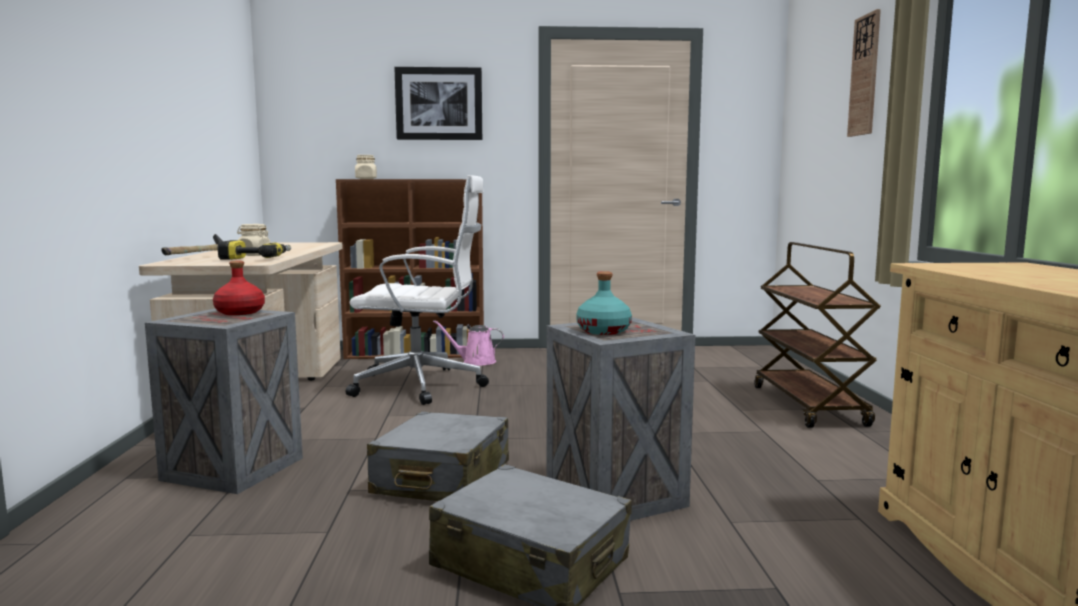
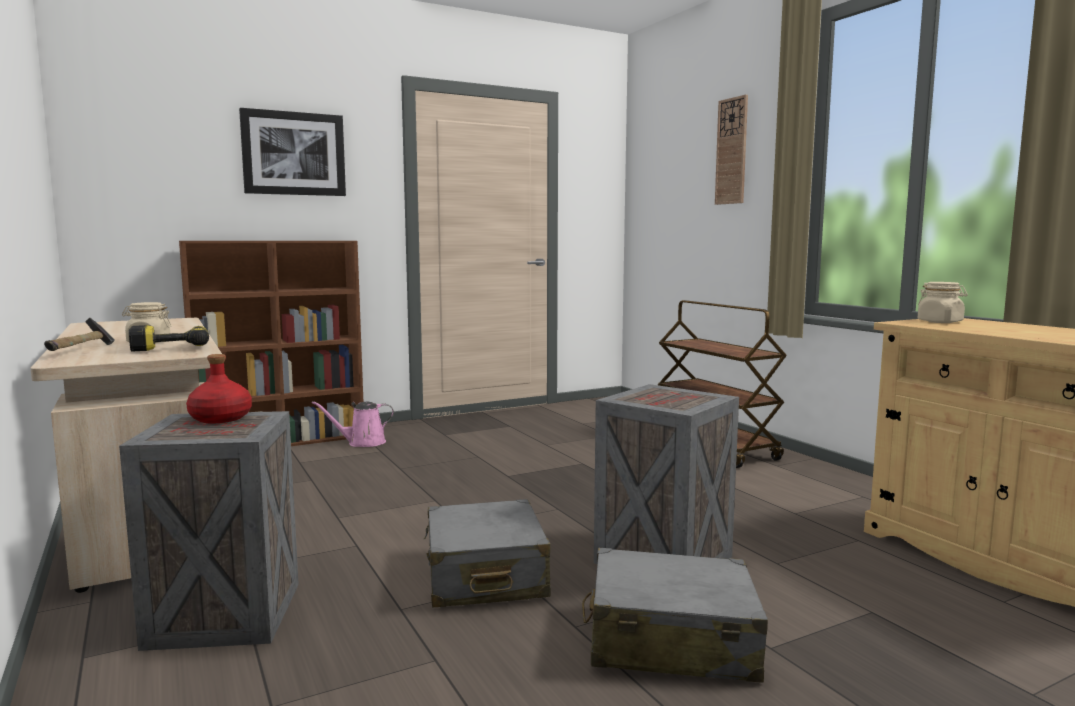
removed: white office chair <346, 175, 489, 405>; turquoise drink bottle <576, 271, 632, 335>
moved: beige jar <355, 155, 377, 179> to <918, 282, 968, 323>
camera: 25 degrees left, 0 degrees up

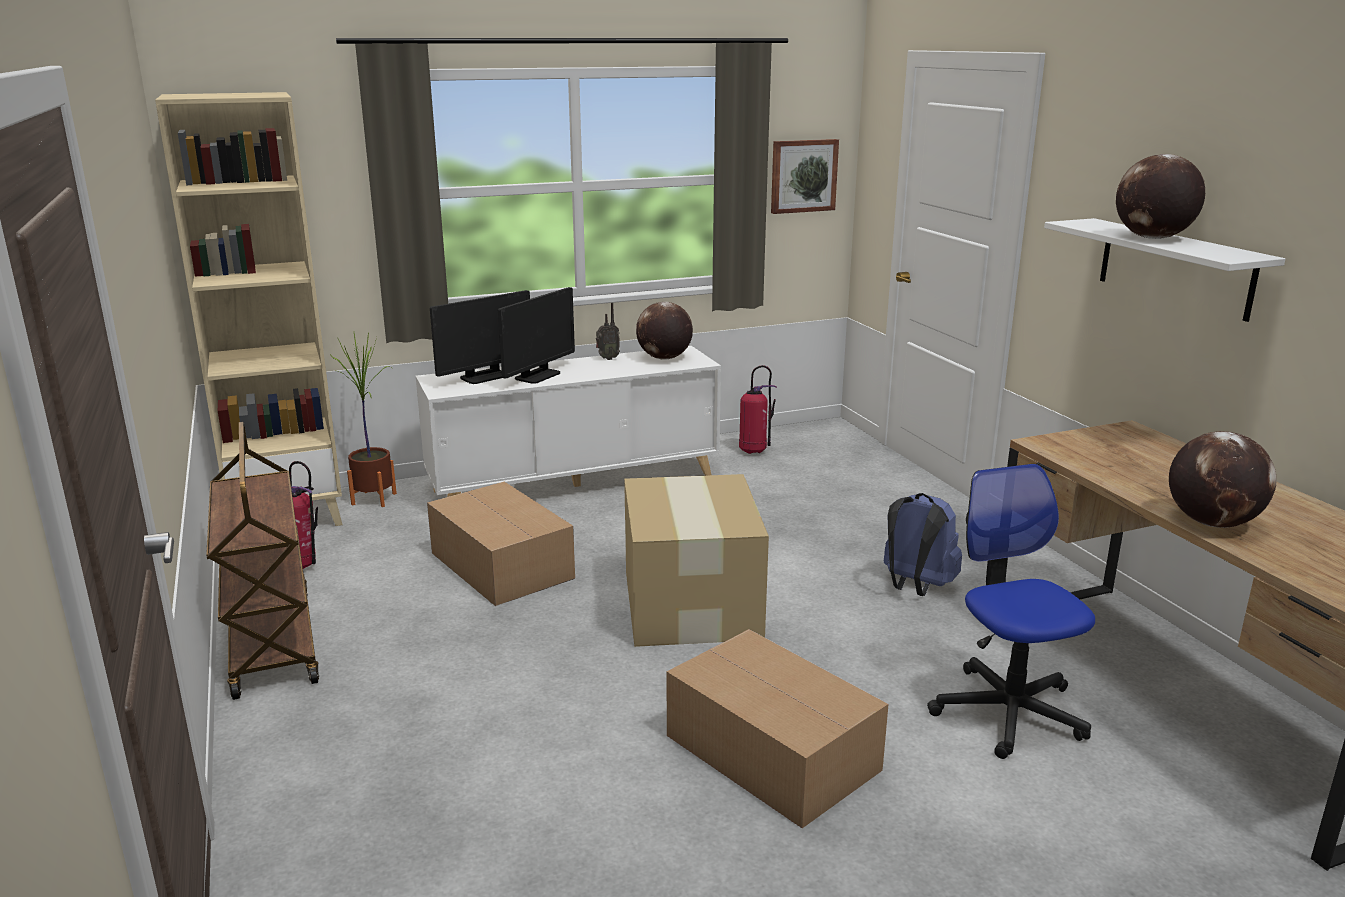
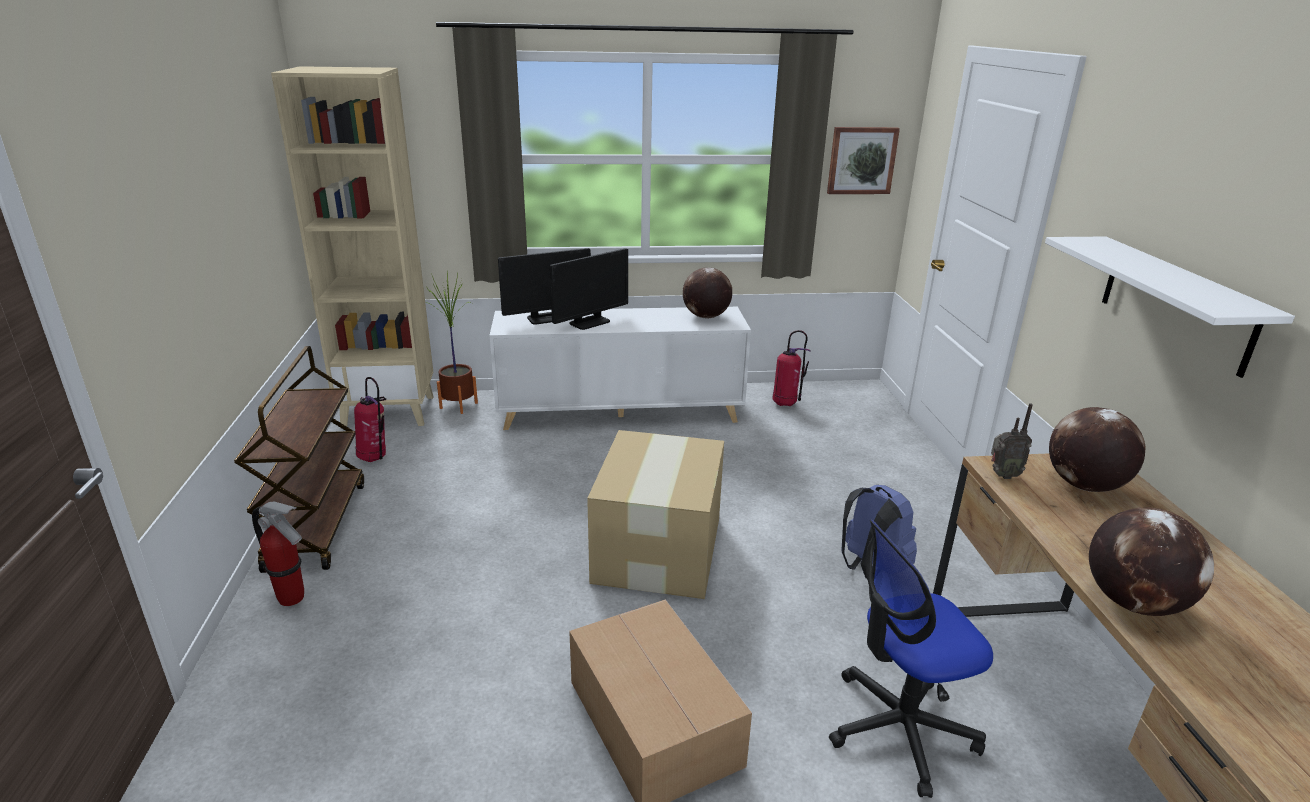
removed: packing box <427, 482, 575, 606>
added: fire extinguisher <252, 502, 304, 606>
moved: world globe <1116, 154, 1205, 239> to <1049, 407, 1146, 492>; radio set <596, 303, 620, 360> to <991, 403, 1033, 479>
turned: office chair <927, 464, 1095, 759> = <829, 519, 993, 798> 105 degrees counterclockwise
camera: 15 degrees right, 5 degrees up

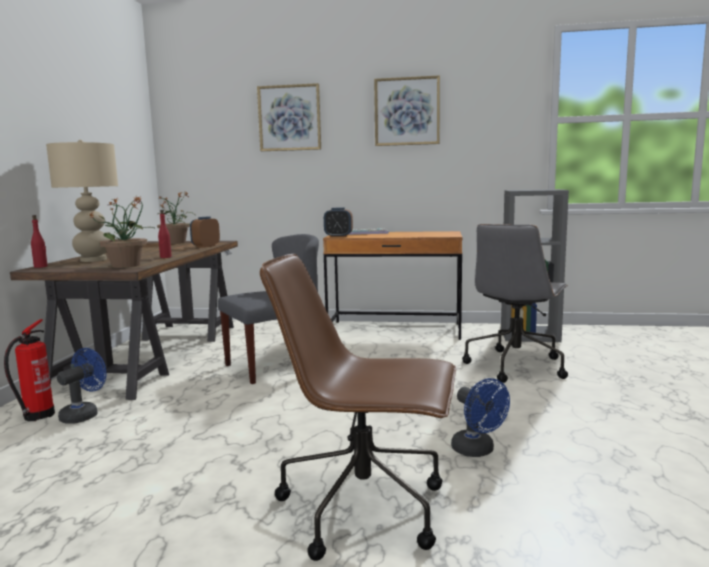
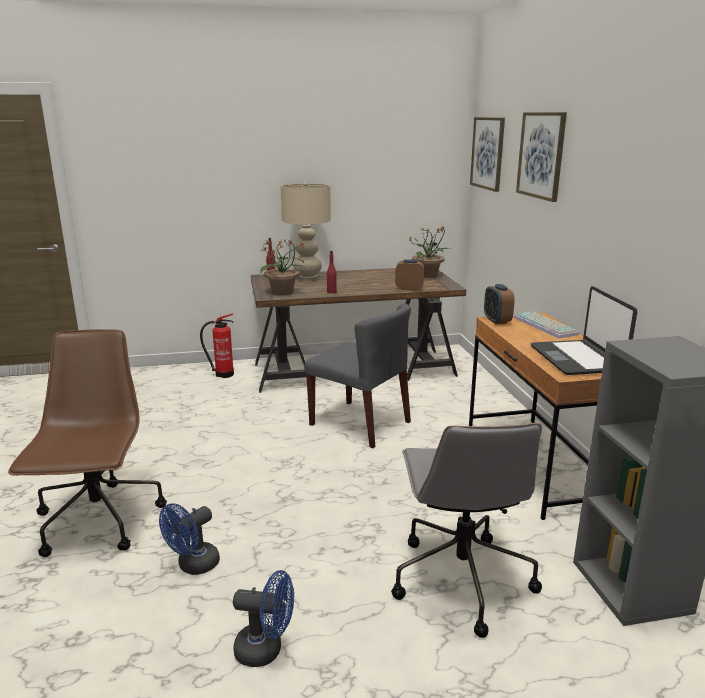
added: laptop <531, 286, 637, 375>
moved: wall art <374, 75, 440, 146> to <470, 117, 505, 192>; blue fan <57, 348, 106, 424> to <233, 570, 294, 667>
turned: grey office chair <462, 224, 568, 383> = <391, 423, 542, 638> 105 degrees counterclockwise
camera: 70 degrees right, 10 degrees up

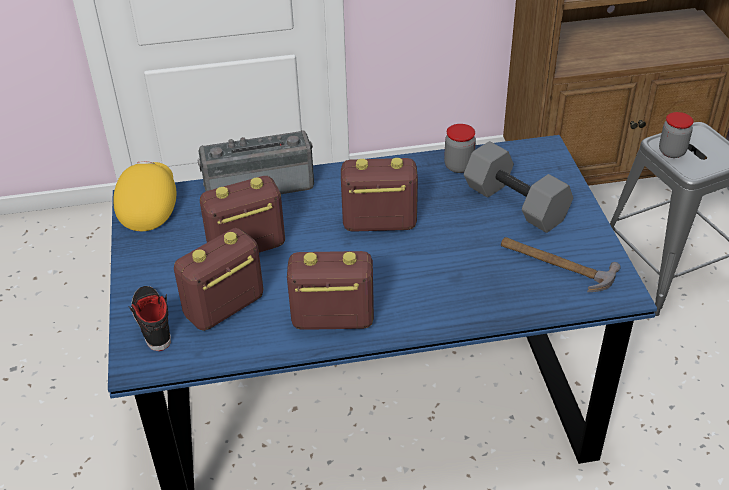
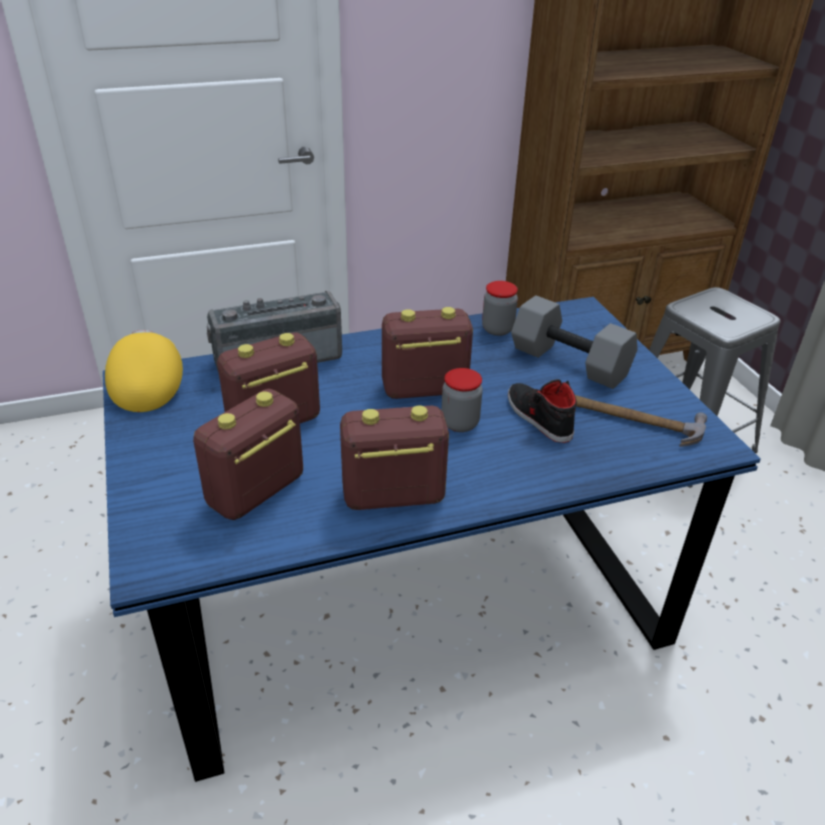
moved: jar <659, 112, 694, 158> to <441, 368, 483, 432>; black-coloured item of footwear <128, 286, 171, 351> to <508, 379, 577, 443>
camera: 10 degrees left, 5 degrees down

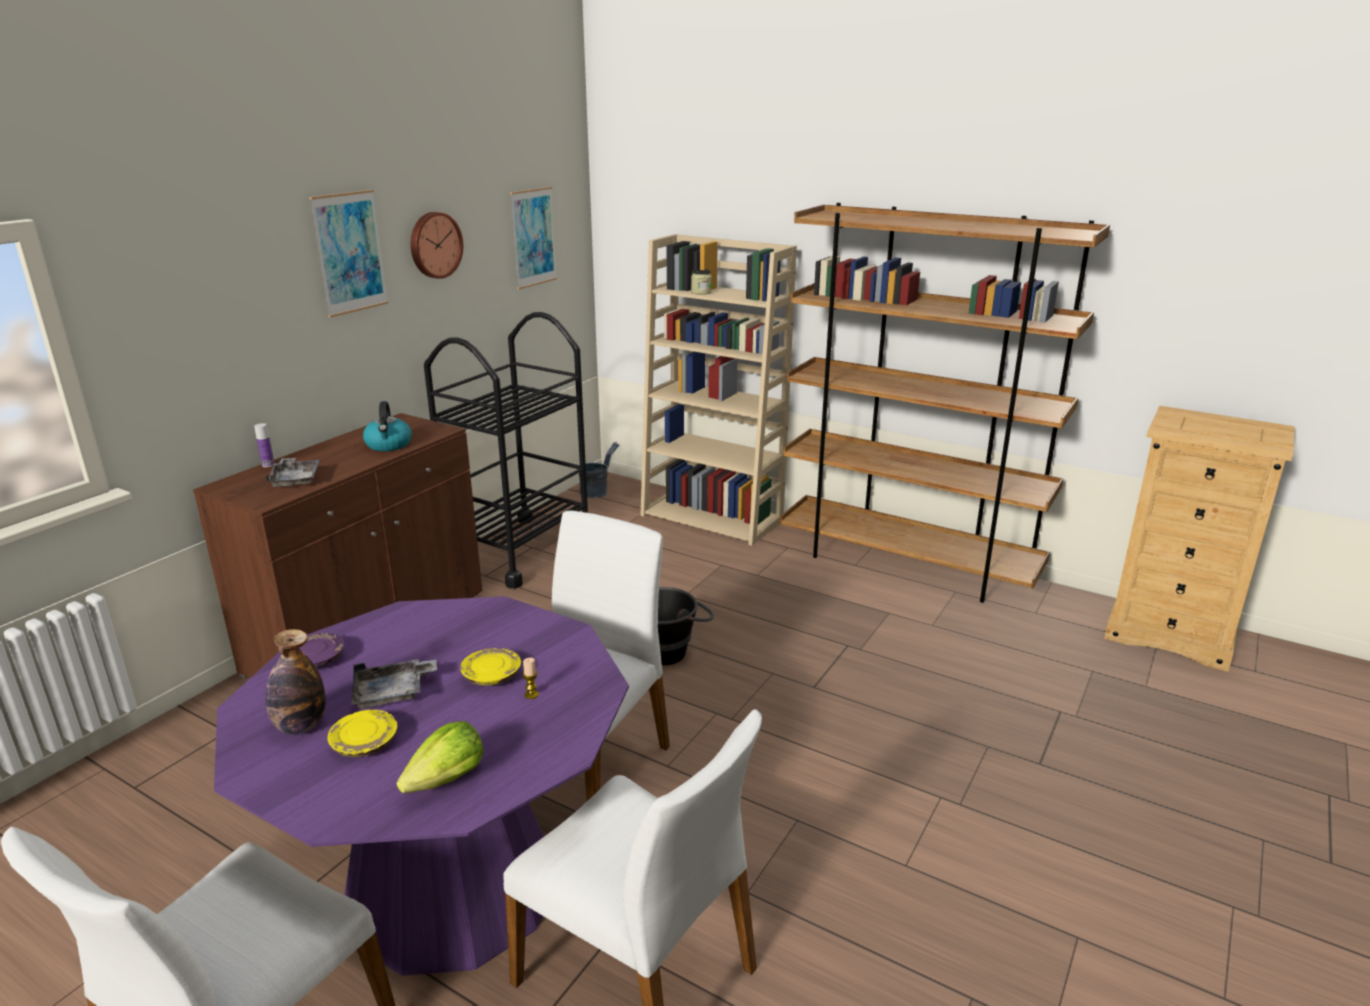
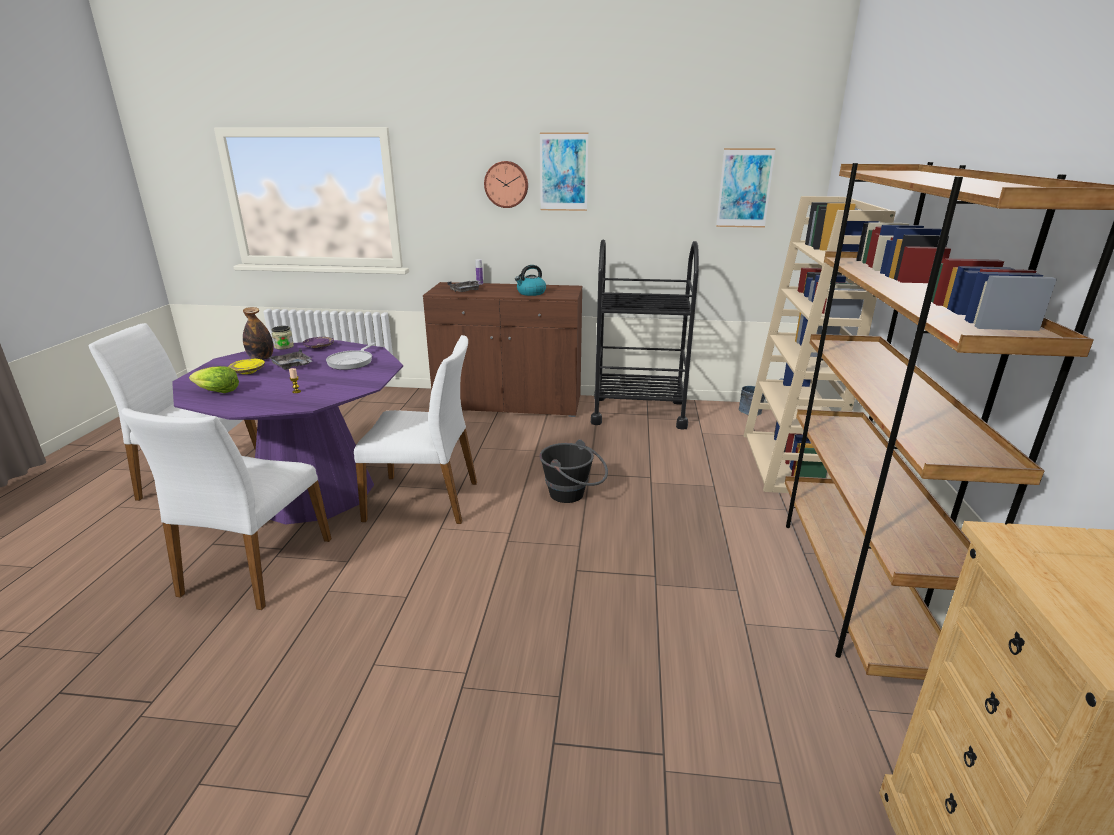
removed: yellow-coloured plate <460, 648, 521, 685>
added: skillet <326, 343, 376, 370>
moved: clock on the wall <411, 212, 463, 279> to <484, 161, 528, 208>; jar <691, 269, 712, 295> to <272, 326, 294, 350>
camera: 65 degrees right, 0 degrees up

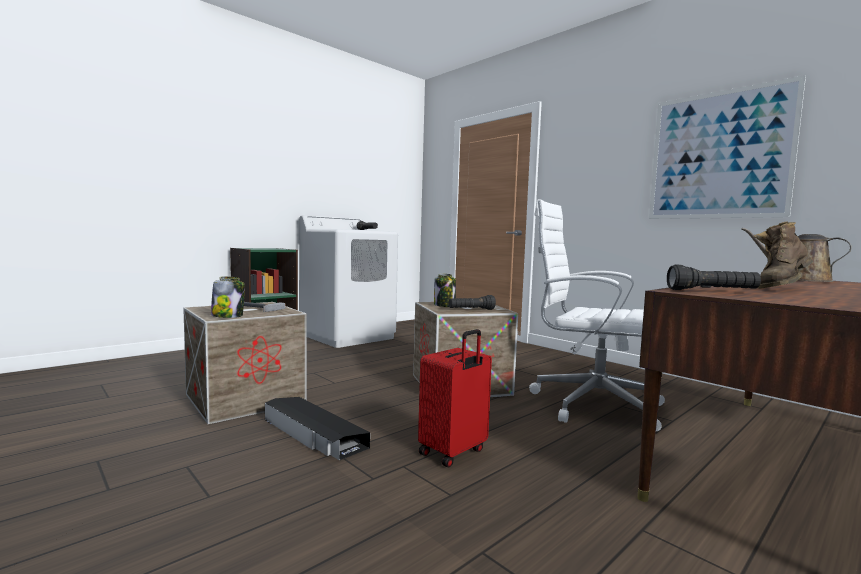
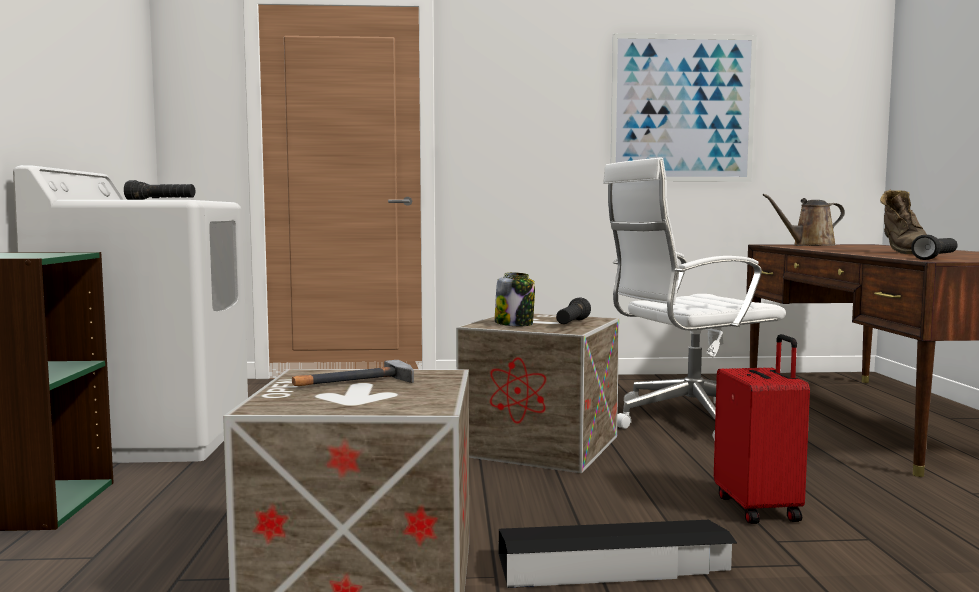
removed: jar <211, 276, 245, 318>
camera: 50 degrees left, 0 degrees up

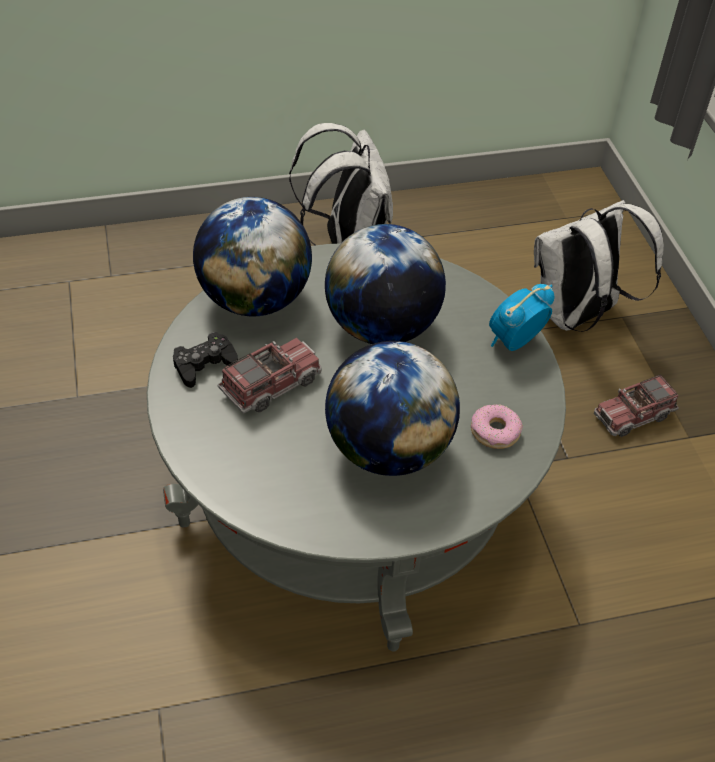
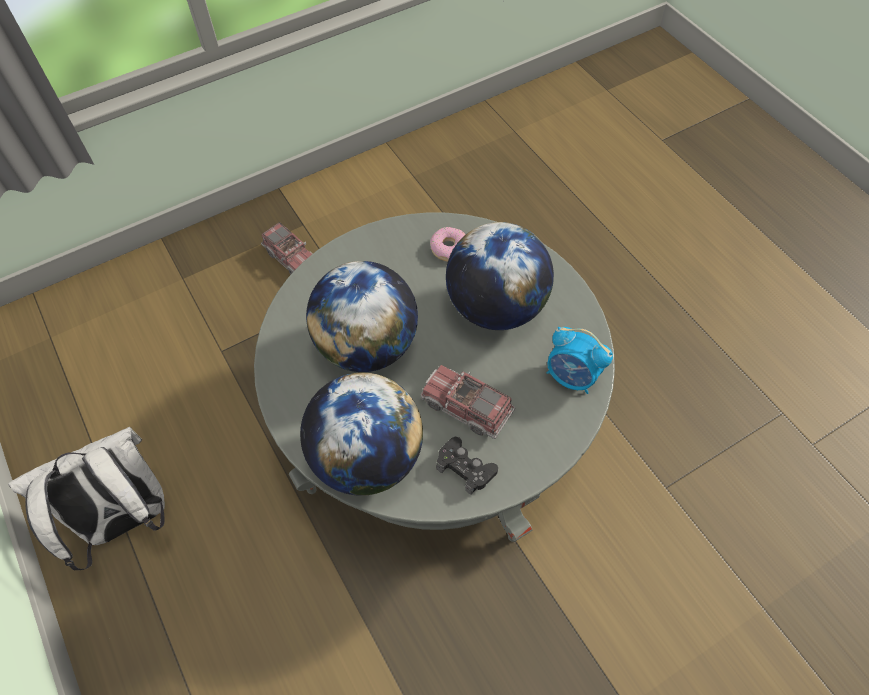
removed: white backpack <534, 200, 664, 332>
moved: bedside clock <489, 284, 554, 351> to <546, 327, 613, 394>
camera: 105 degrees left, 10 degrees up

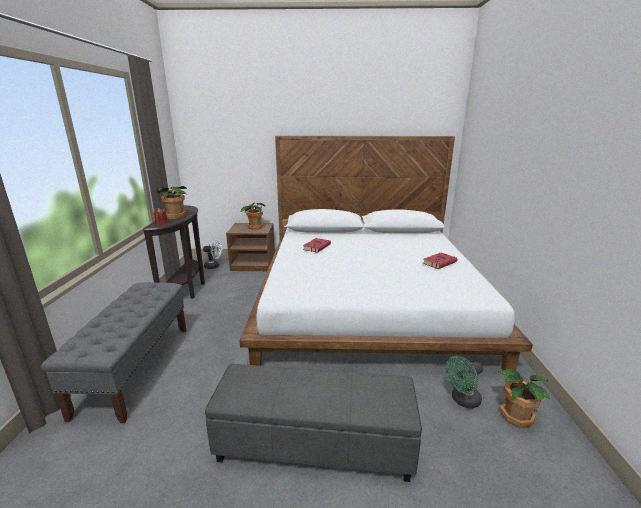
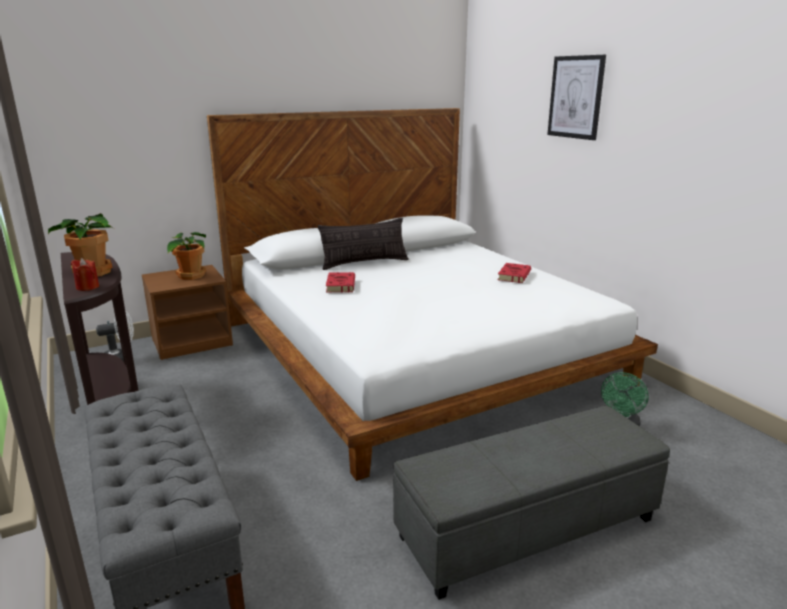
removed: potted plant <500, 369, 550, 427>
added: wall art <547, 55, 606, 140>; throw pillow <318, 218, 409, 270>
camera: 30 degrees left, 0 degrees up

